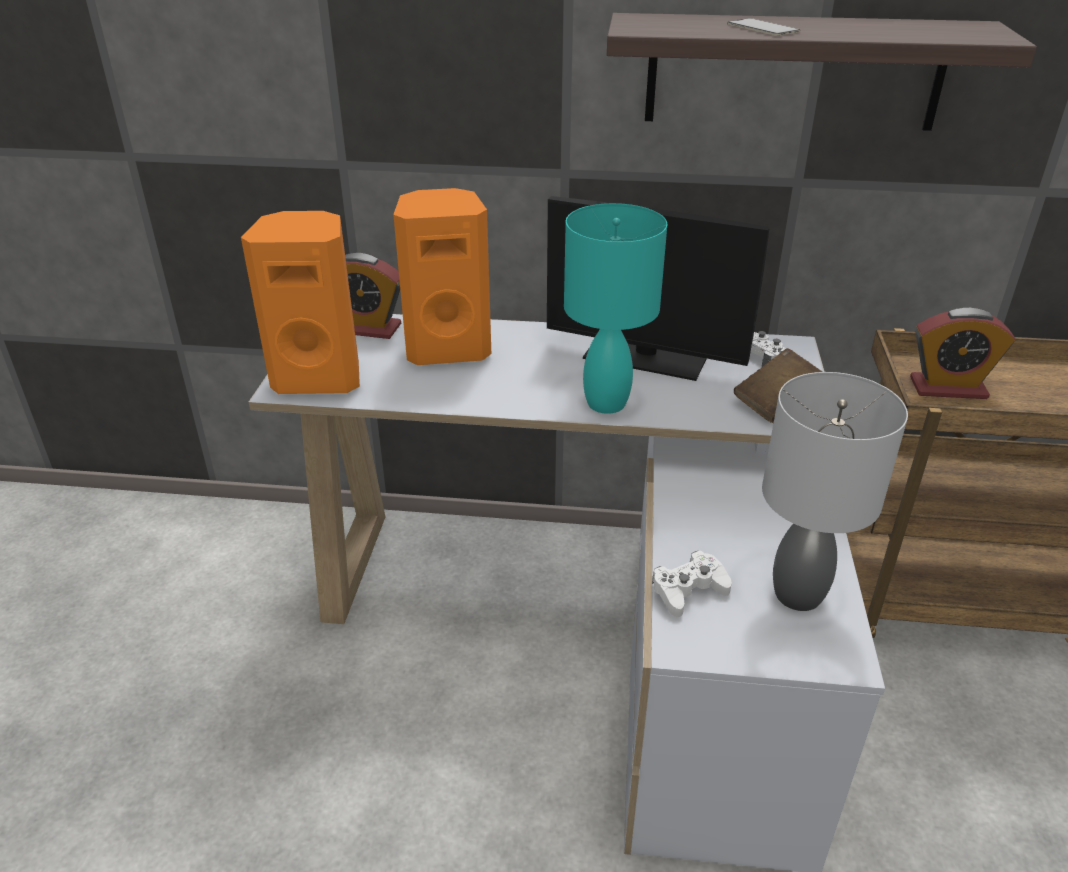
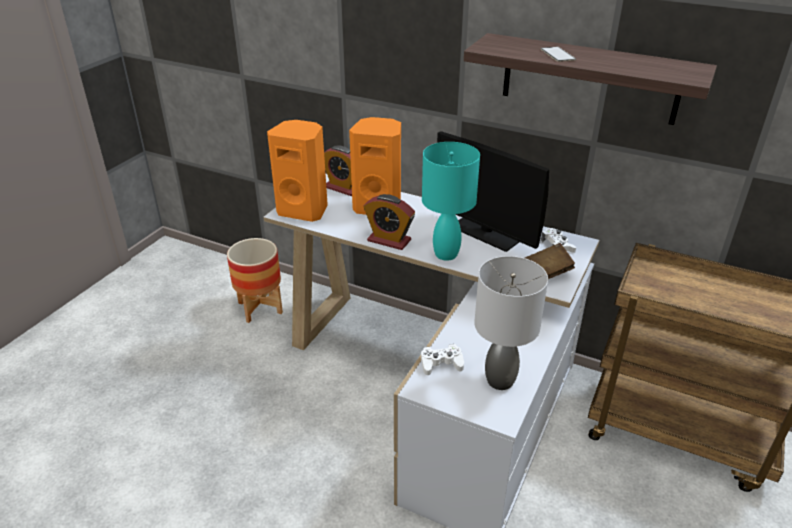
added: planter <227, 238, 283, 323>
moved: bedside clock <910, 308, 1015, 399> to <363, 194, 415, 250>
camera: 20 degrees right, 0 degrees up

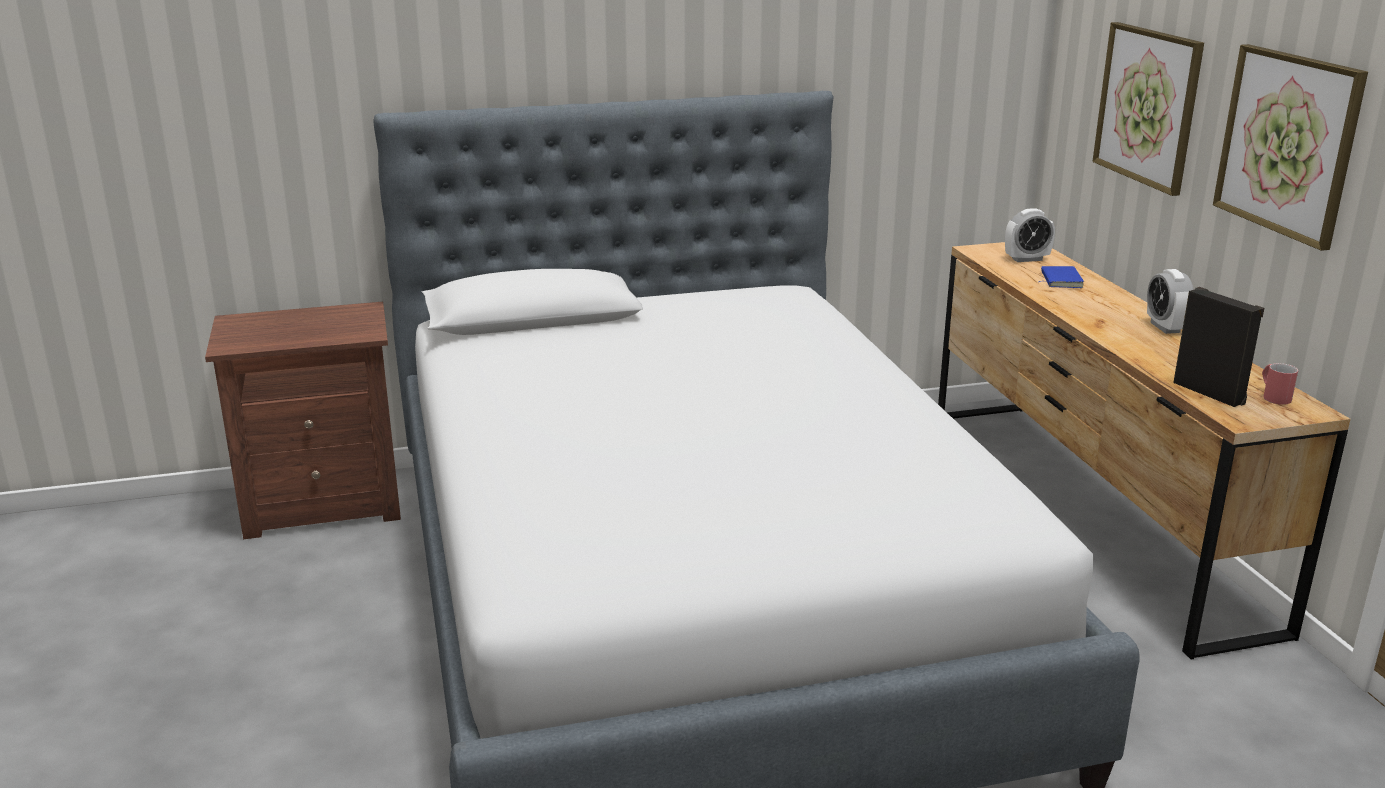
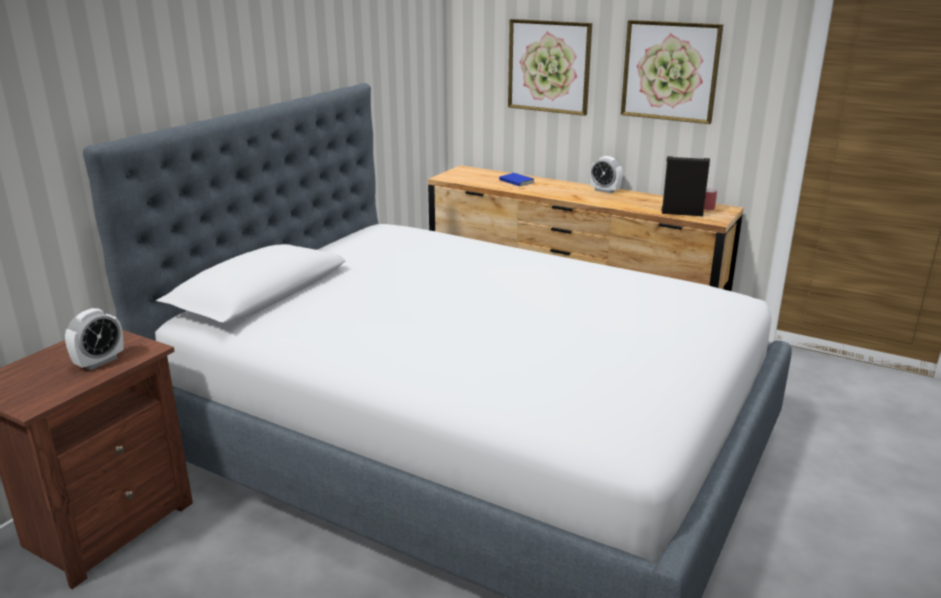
moved: bedside clock <1005, 208, 1055, 262> to <65, 308, 124, 370>
camera: 45 degrees left, 0 degrees up

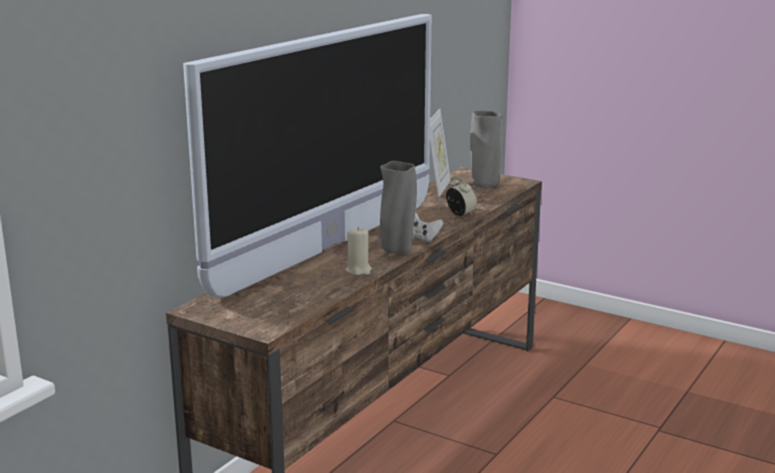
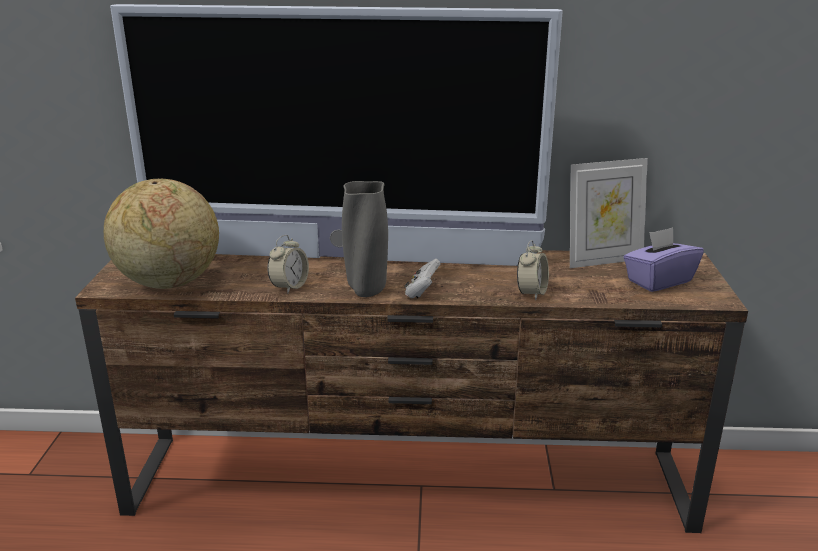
added: world globe <104, 179, 219, 289>
replaced: grey decorative vase <470, 111, 502, 188> to purplish box of tissues <624, 227, 704, 292>; beige wax candle <345, 227, 372, 275> to bedside clock <267, 235, 309, 294>
camera: 60 degrees right, 5 degrees up

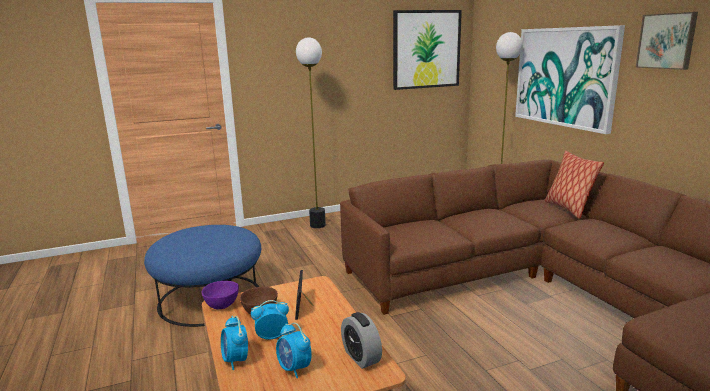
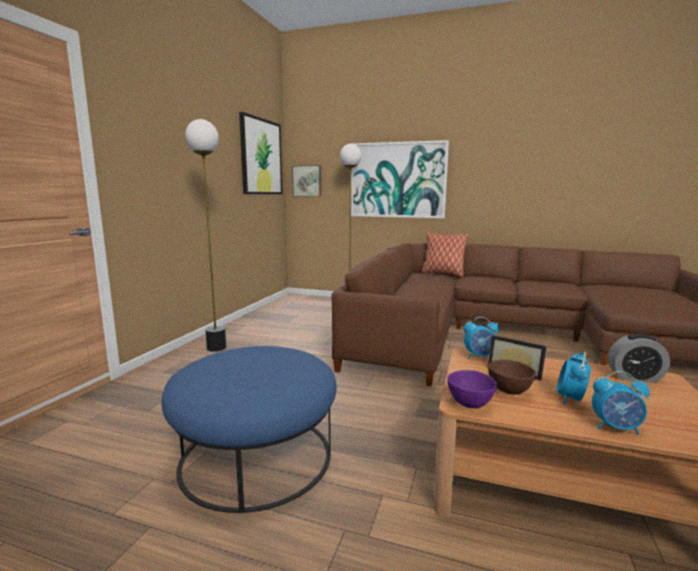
moved: wall art <635, 12, 698, 70> to <292, 165, 321, 197>; bedside clock <276, 323, 312, 378> to <464, 317, 499, 359>
camera: 50 degrees left, 5 degrees down

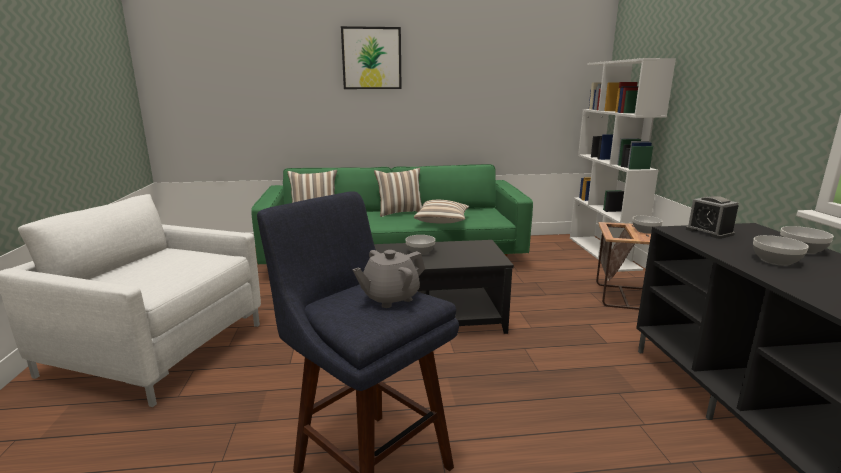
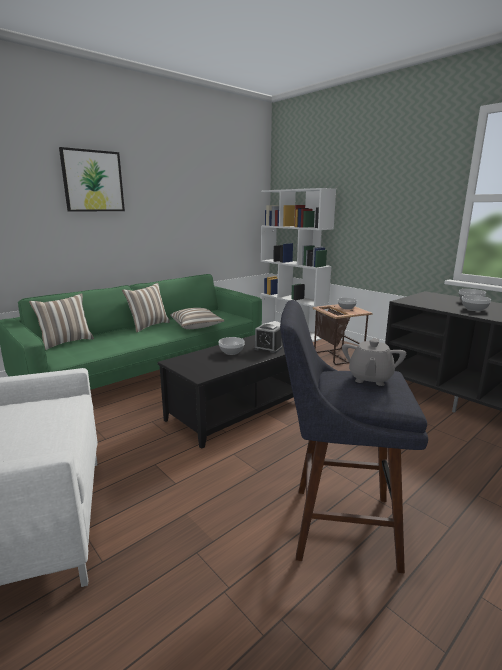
moved: bedside clock <686, 196, 739, 239> to <254, 324, 282, 353>
camera: 35 degrees left, 0 degrees up

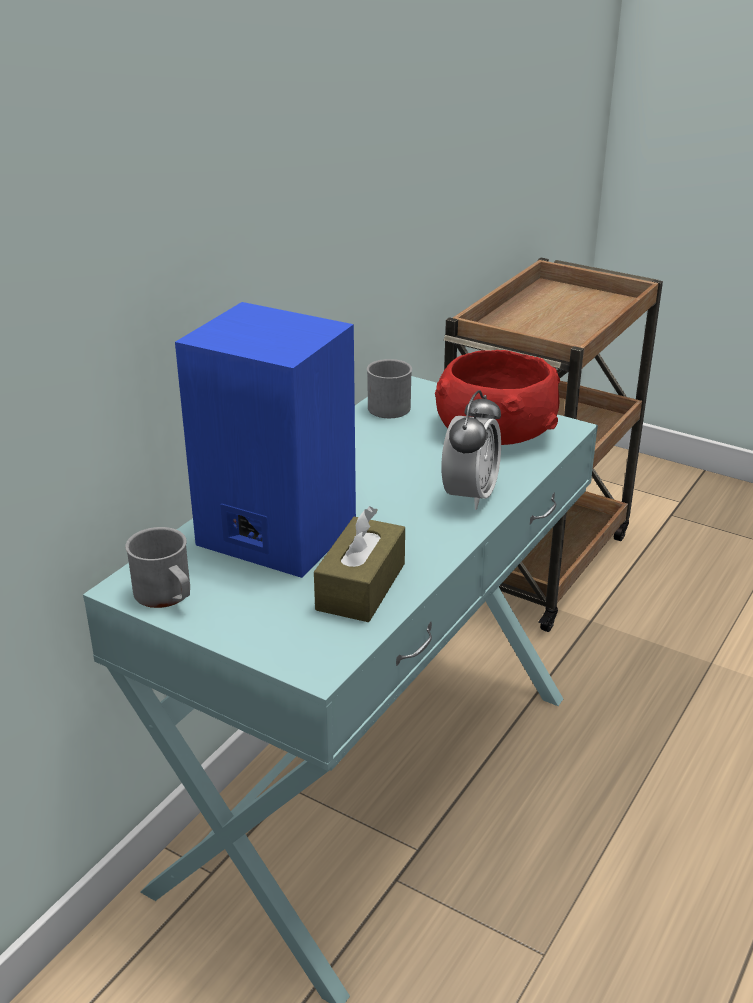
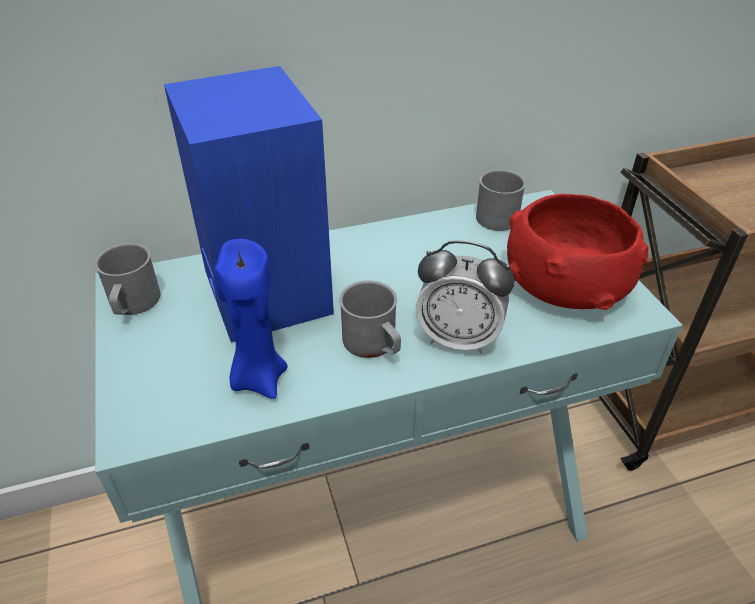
added: grey tea mug <339, 280, 401, 358>
replaced: brown box of tissues <314, 506, 405, 622> to blue wax candle <214, 239, 288, 399>
turned: bedside clock <441, 390, 501, 510> = <416, 240, 515, 354> 45 degrees clockwise
camera: 40 degrees right, 10 degrees up

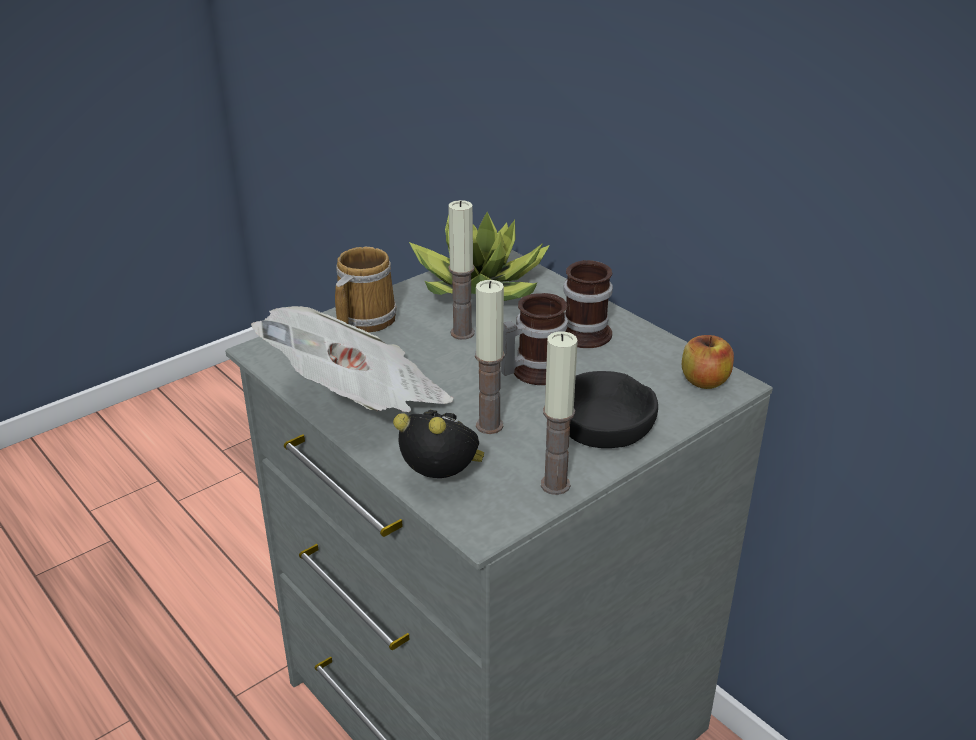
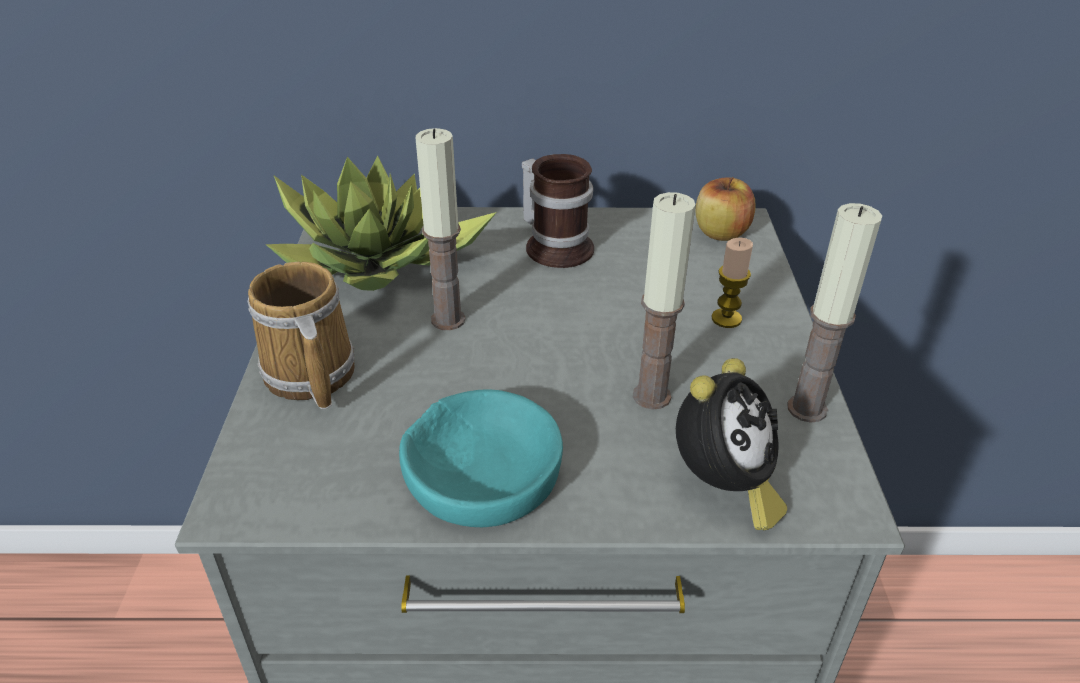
removed: tea mug <501, 293, 568, 385>
replaced: daily paper <251, 306, 453, 412> to turquoise deep dish <399, 389, 563, 527>; black-coloured deep dish <569, 371, 658, 448> to wax candle <711, 238, 753, 328>
turned: bedside clock <393, 410, 484, 478> = <676, 358, 787, 530> 150 degrees clockwise
camera: 50 degrees left, 5 degrees up

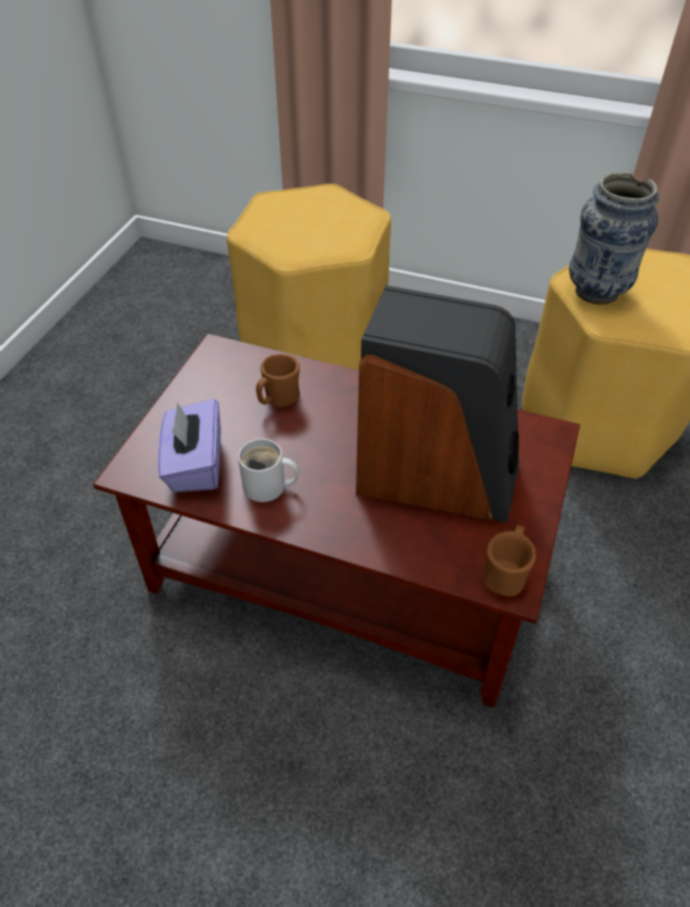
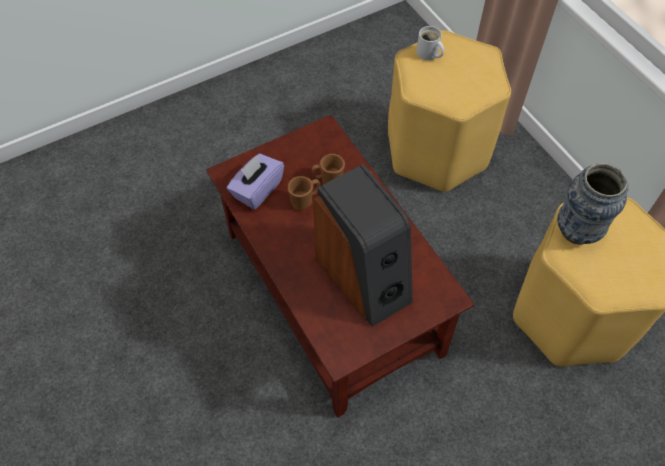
moved: white tea mug <238, 439, 299, 502> to <417, 26, 444, 60>; brown tea mug <483, 525, 536, 596> to <288, 176, 320, 210>
camera: 40 degrees right, 10 degrees up

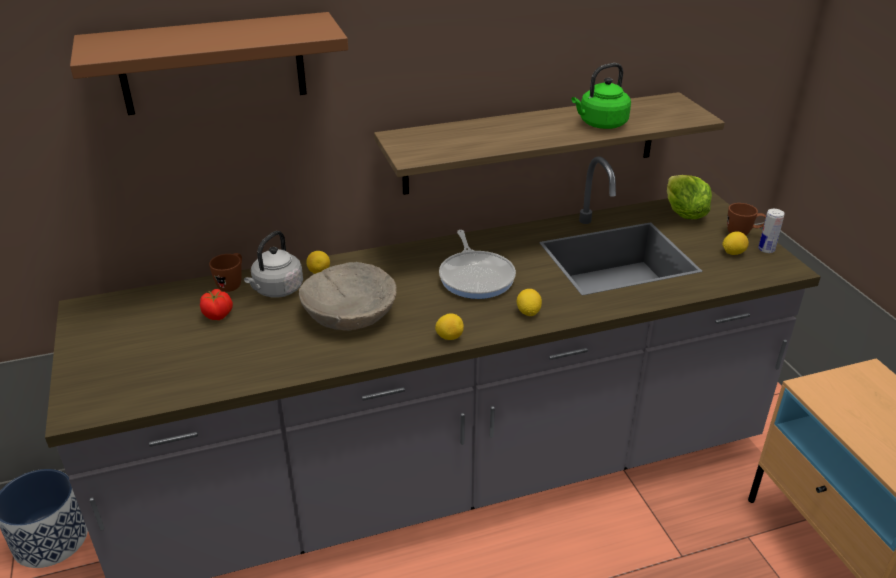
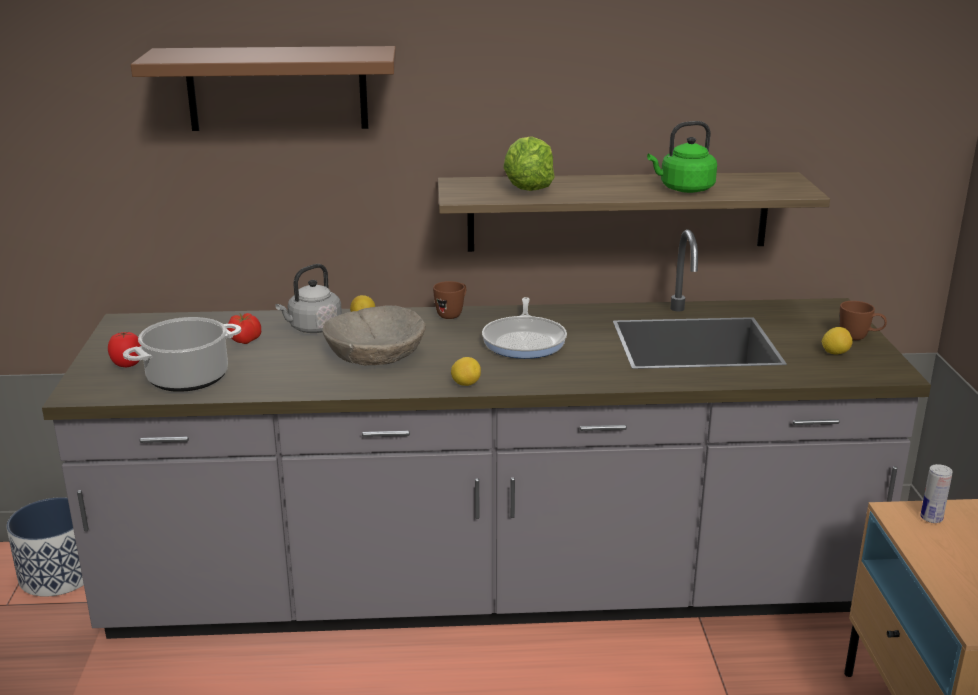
removed: citrus fruit <517, 289, 542, 316>
added: cooking pot <123, 317, 241, 392>; whole tomato <108, 332, 141, 367>
moved: lettuce head <667, 175, 712, 219> to <503, 136, 555, 191>; sealed can <758, 209, 784, 253> to <920, 464, 953, 523>; brown tea mug <209, 253, 242, 292> to <433, 281, 466, 319>
camera: 15 degrees right, 10 degrees down

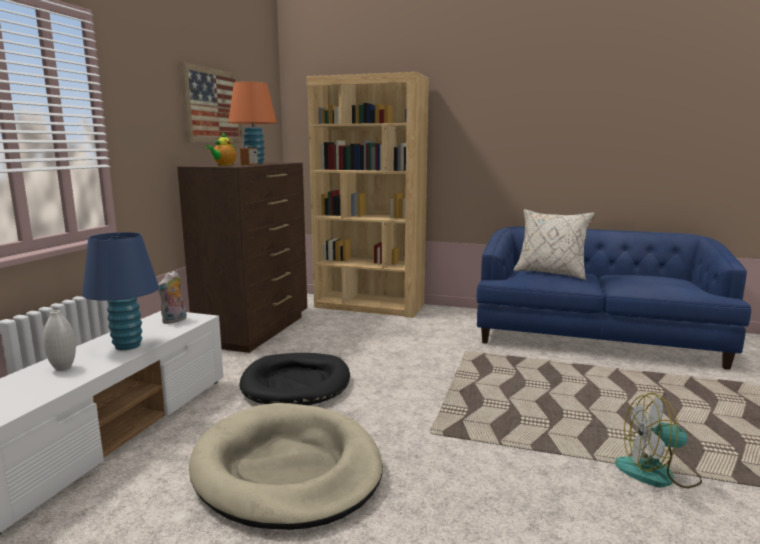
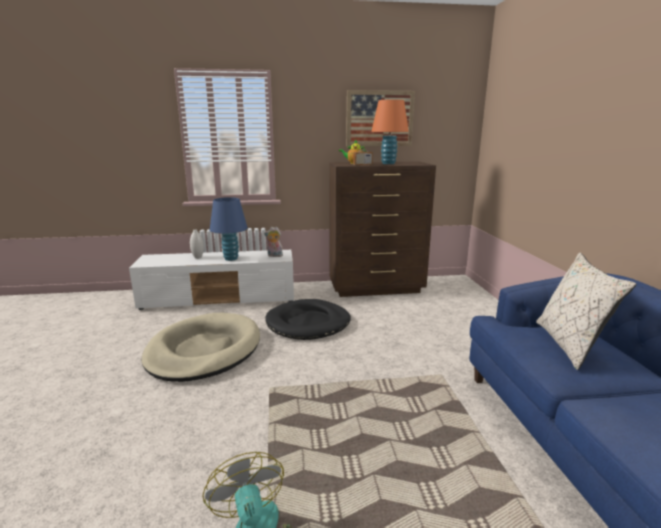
removed: brown bookshelf <306, 72, 429, 318>
camera: 65 degrees right, 5 degrees up

